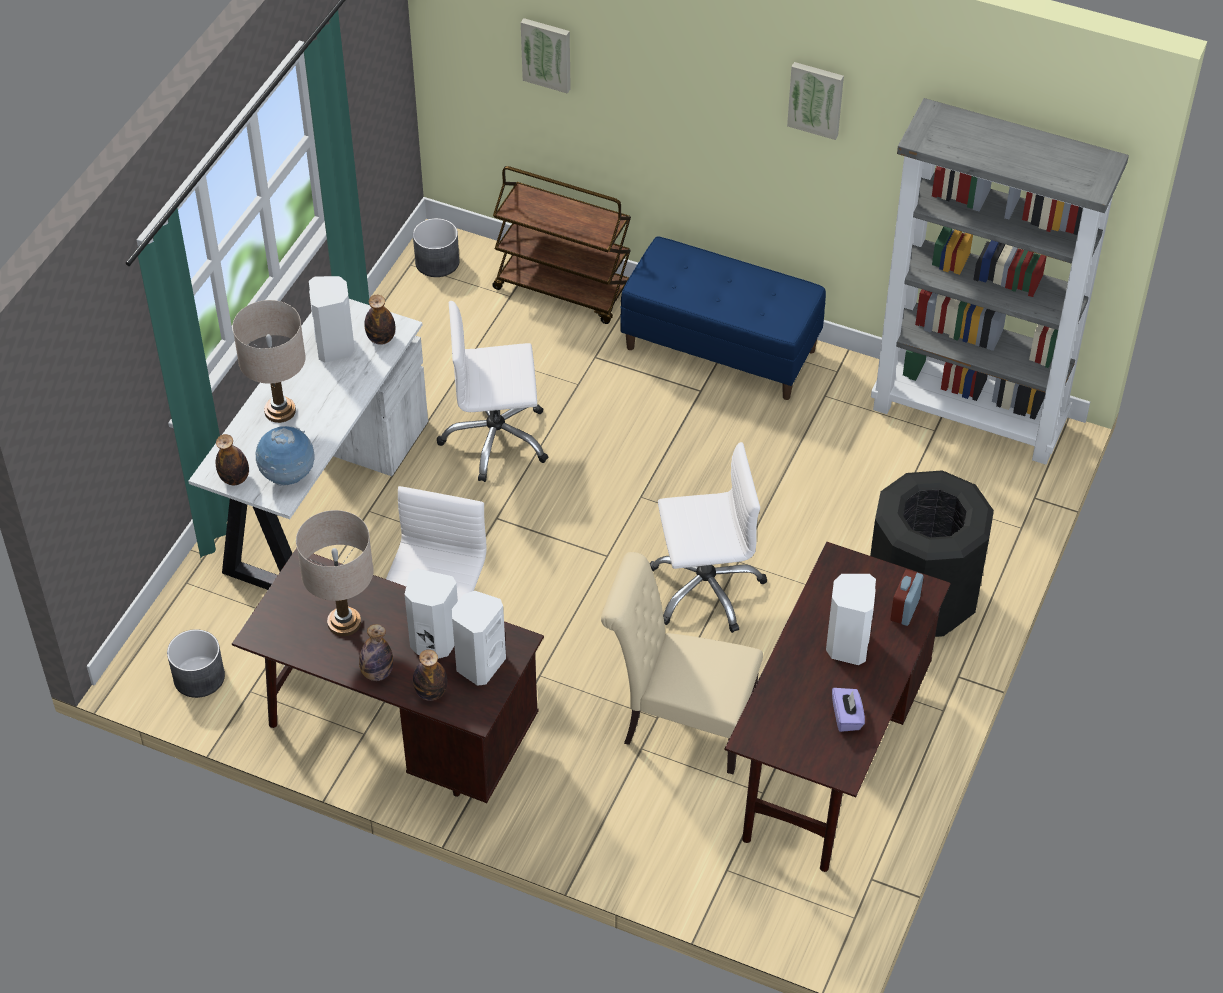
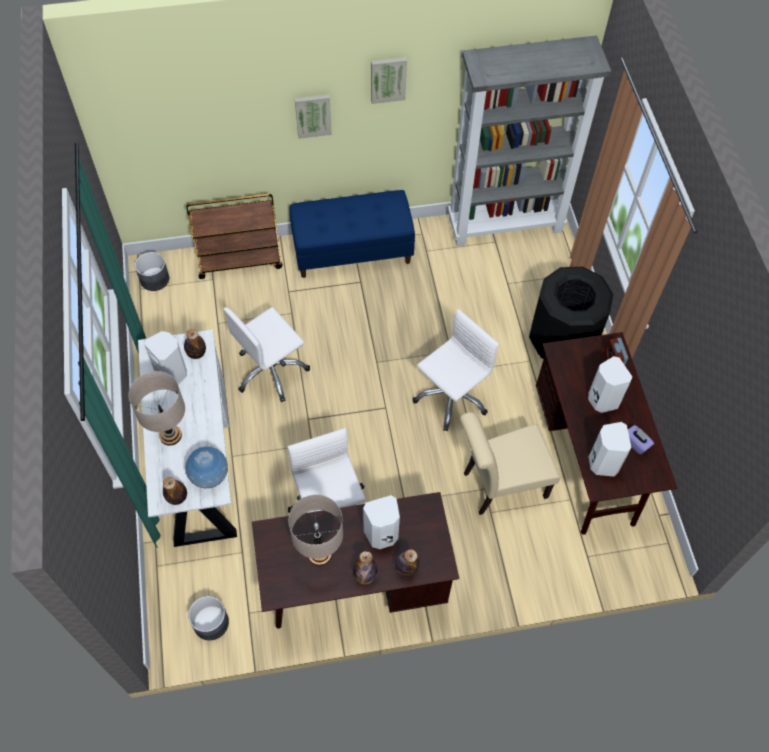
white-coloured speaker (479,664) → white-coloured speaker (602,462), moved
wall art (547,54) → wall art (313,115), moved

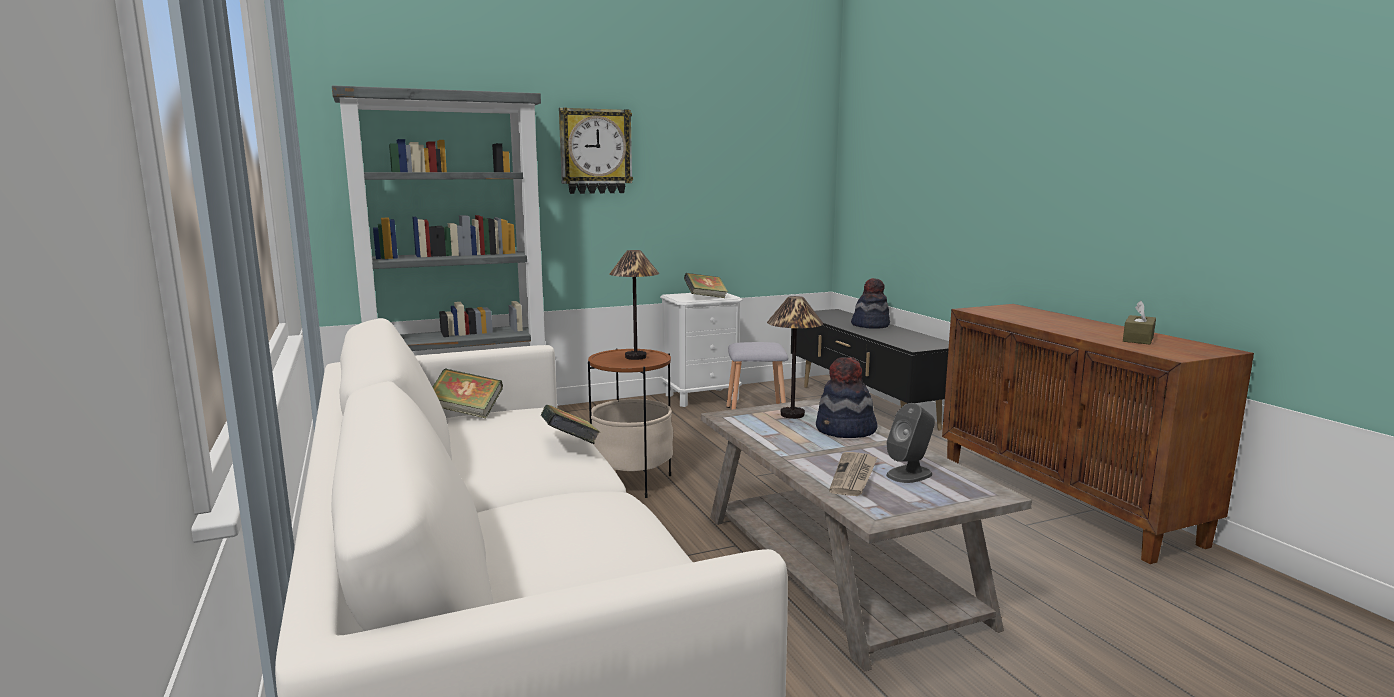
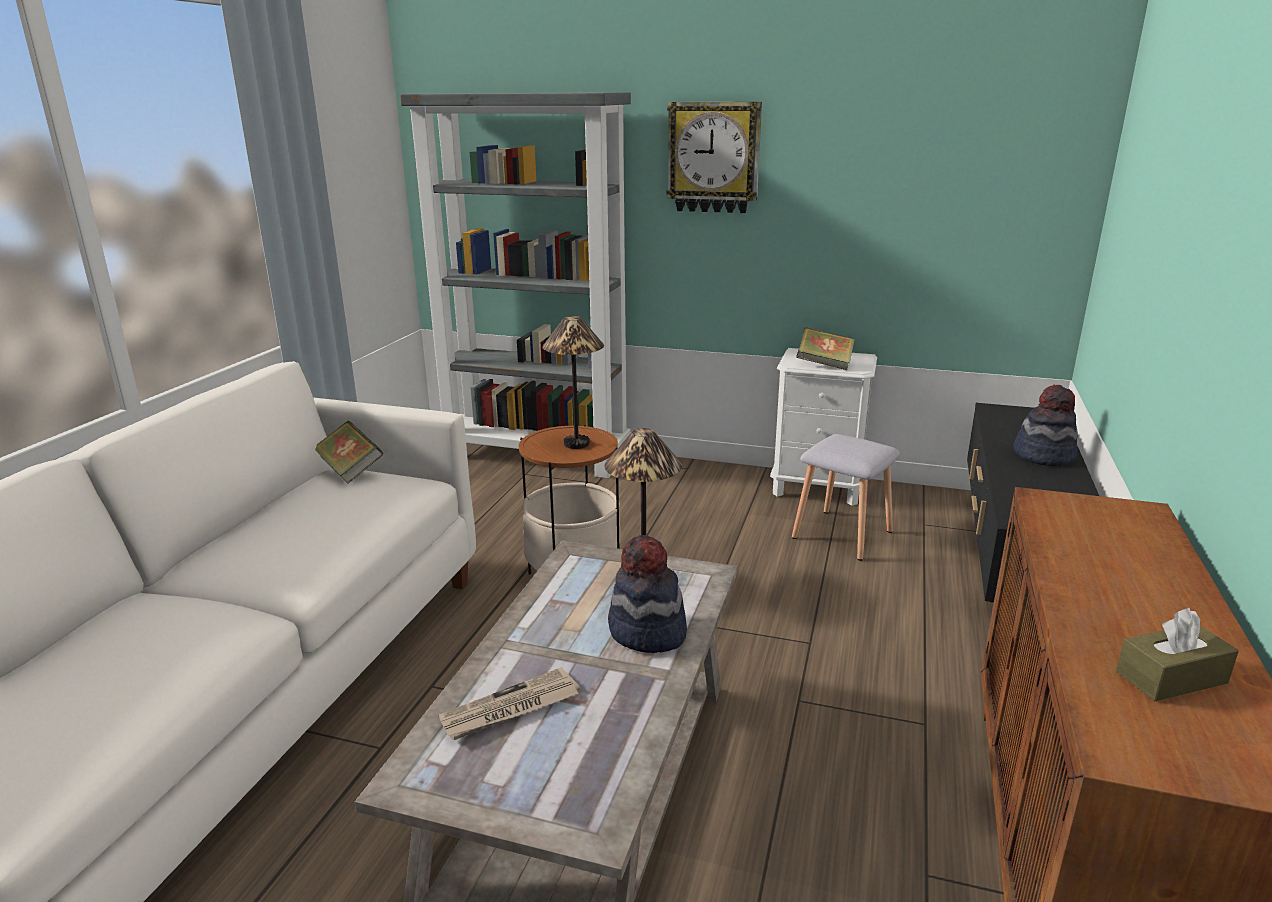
volume (570,446) → -
gray speaker (909,474) → -

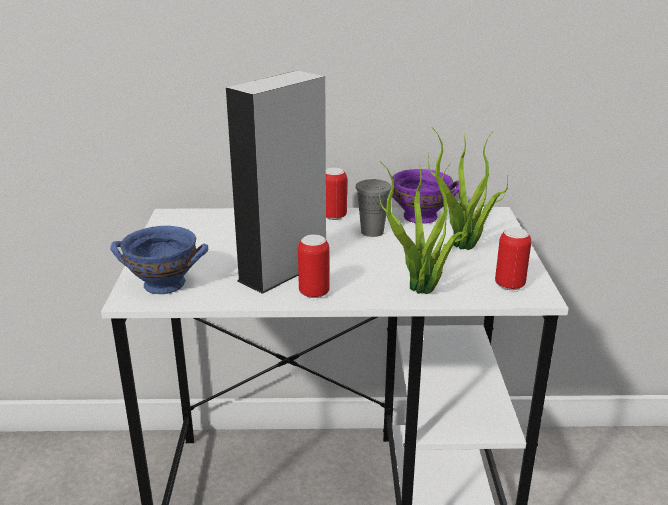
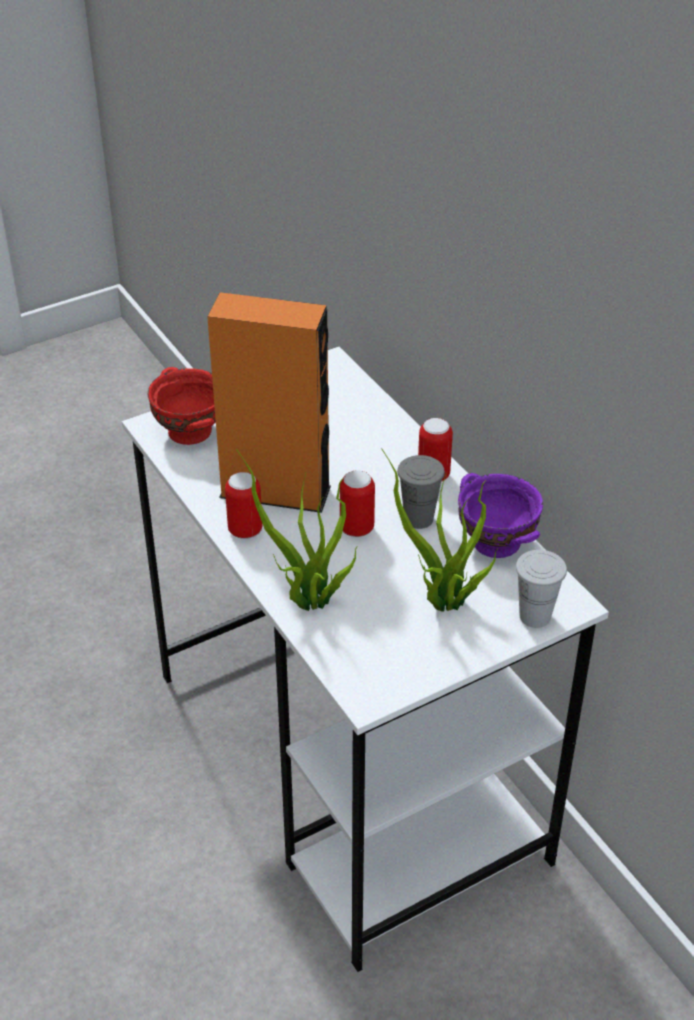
- → white-coloured small cup (535,616)
sealed can (509,285) → sealed can (357,528), moved
bluish deep dish (165,285) → red-coloured deep dish (189,433)
gray speaker (283,270) → orange-coloured speaker (275,491)

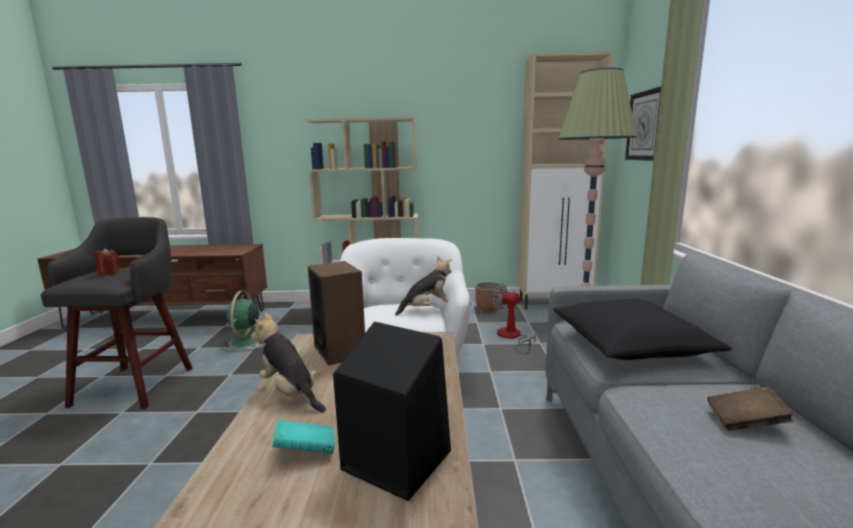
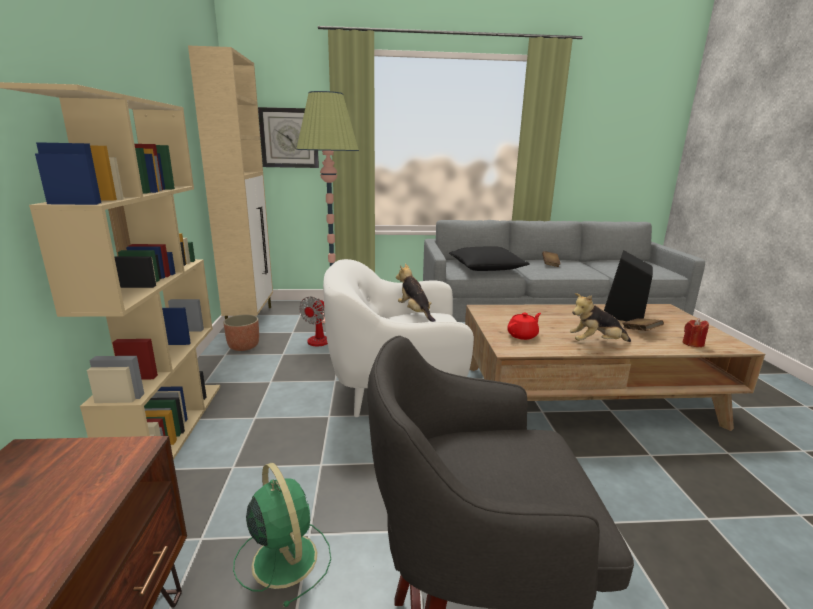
red-coloured wax light (109,273) → red-coloured wax light (692,344), moved
speaker (340,351) → red-coloured tea pot (523,335)
blue-green volume (305,451) → brown-coloured volume (640,332)
green-coloured fan (245,342) → green-coloured fan (283,557), 120 degrees counterclockwise
cuddly toy (290,393) → cuddly toy (596,343), 45 degrees clockwise

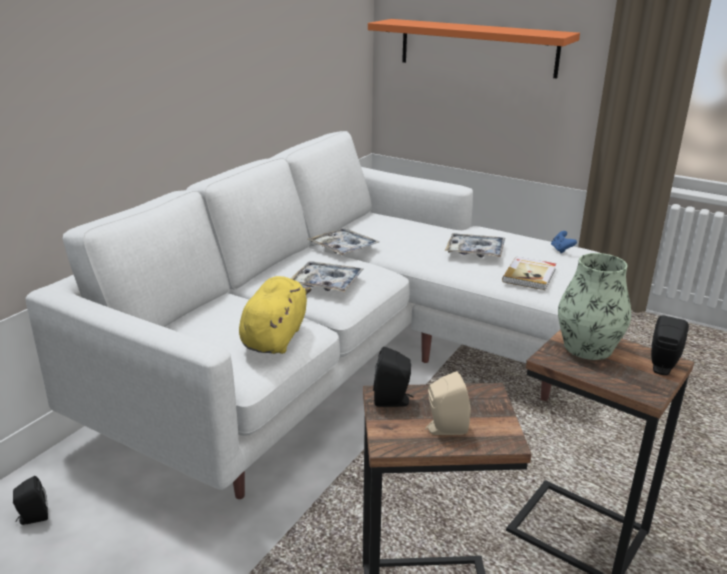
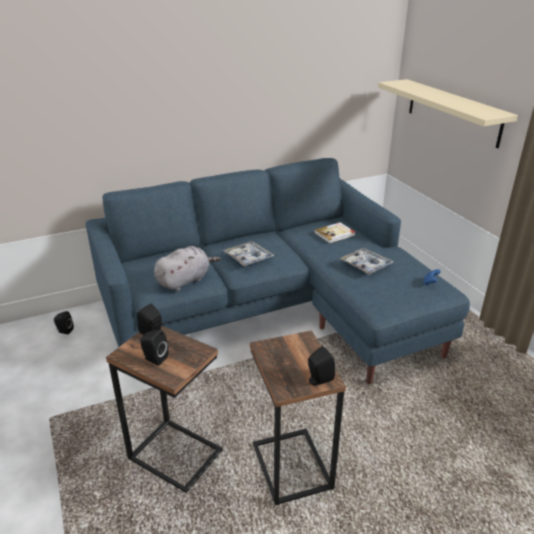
carrying tray (343,248) → -
vase (587,347) → -
volume (530,275) → volume (335,234), moved
white-coloured couch (344,363) → bluish couch (274,311)
yellow cuddly toy (275,337) → gray cuddly toy (185,280)
orange-coloured shelf (477,47) → sand-coloured shelf (453,112)
sand-coloured speaker (444,428) → blackish speaker (154,359)

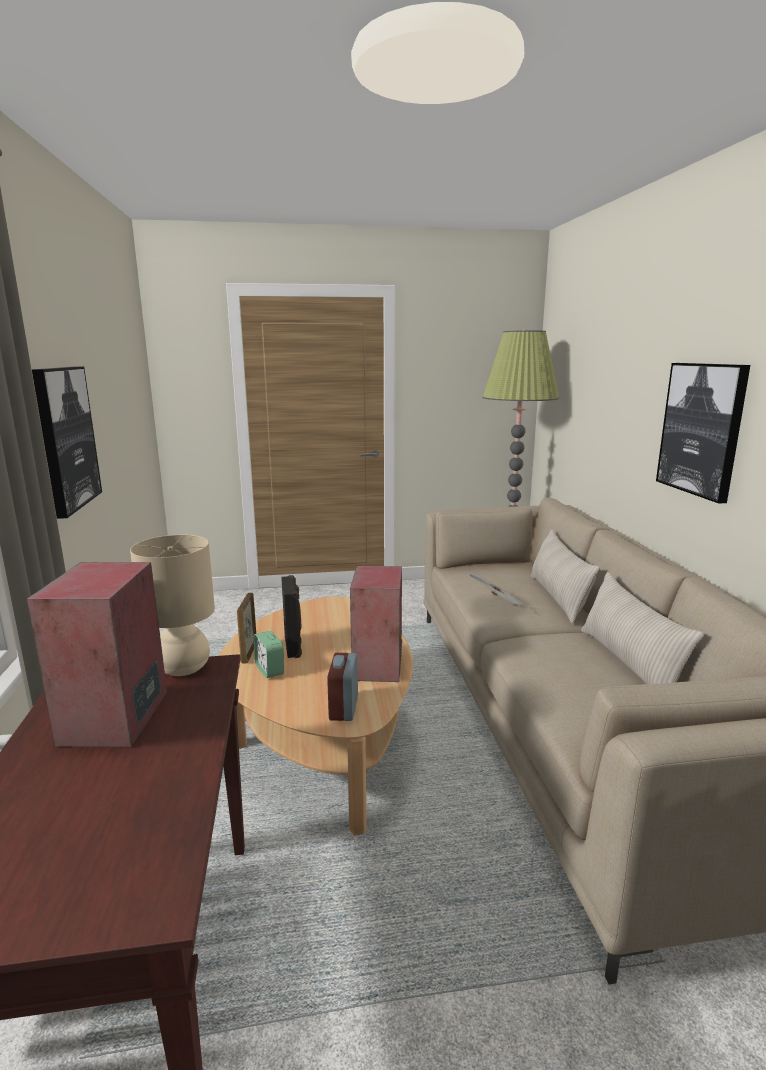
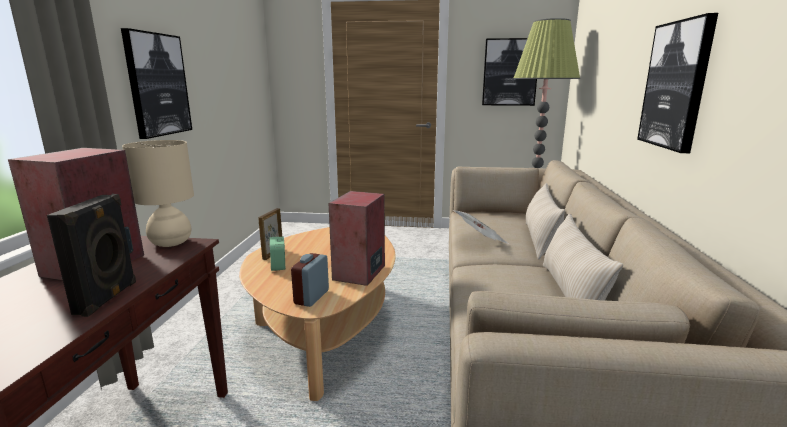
- → wall art (510,72)
blackish speaker (294,646) → blackish speaker (108,298), moved

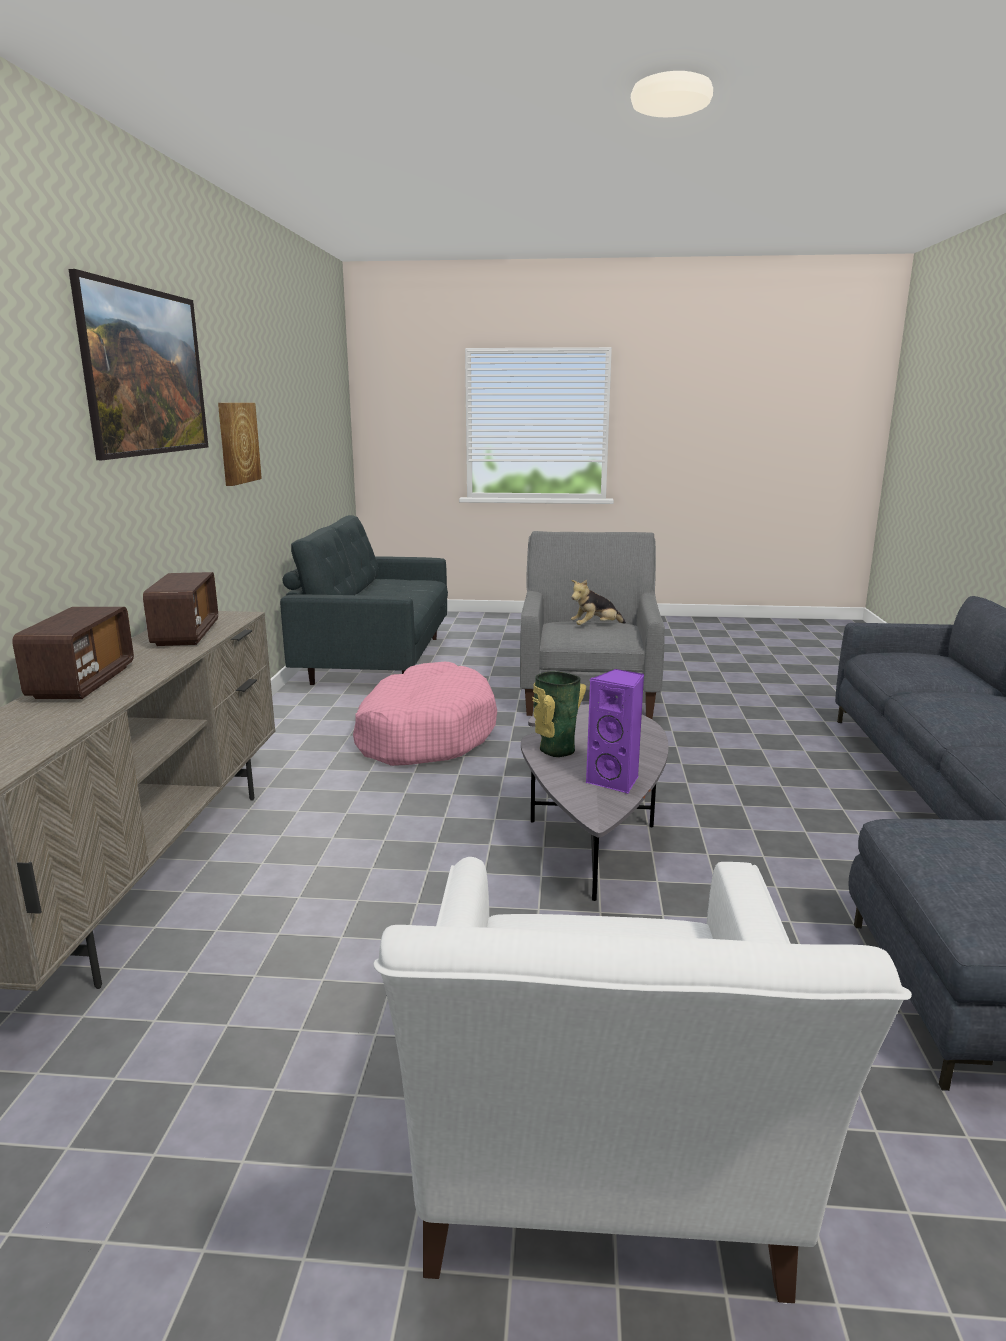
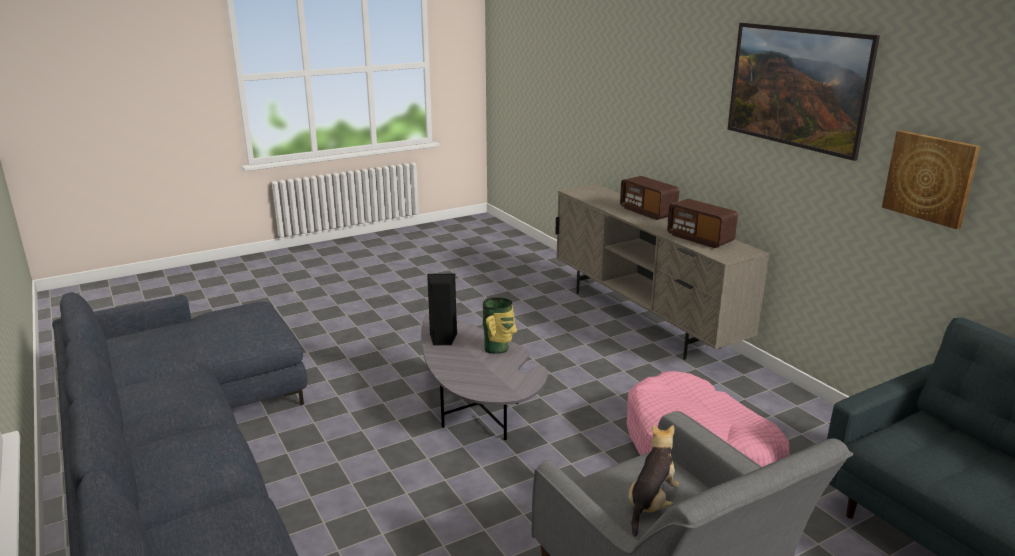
white-coloured easy chair (601,1180) → -
purple-coloured speaker (616,781) → blackish speaker (442,339)

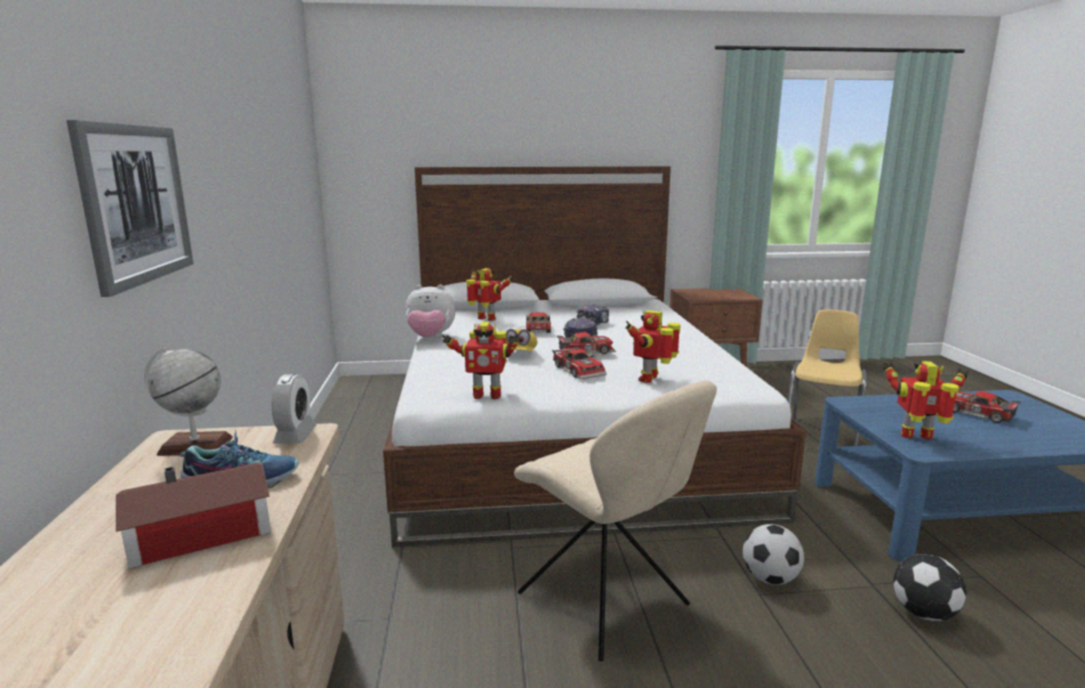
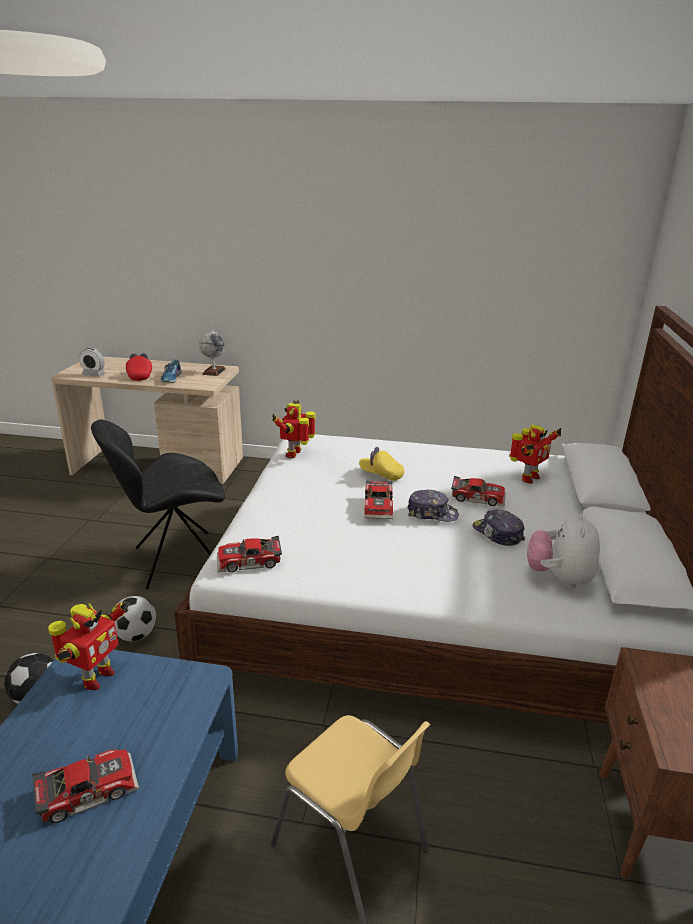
wall art (136,204) → -
robot figure (651,378) → -
bedside clock (295,436) → bedside clock (94,374), moved
cuddly toy (430,338) → cuddly toy (559,578), moved
miniature car (580,370) → miniature car (249,562), moved
model house (205,532) → red-coloured baseball cap (140,375)
sand-coloured plain chair (607,602) → blackish plain chair (175,560)

